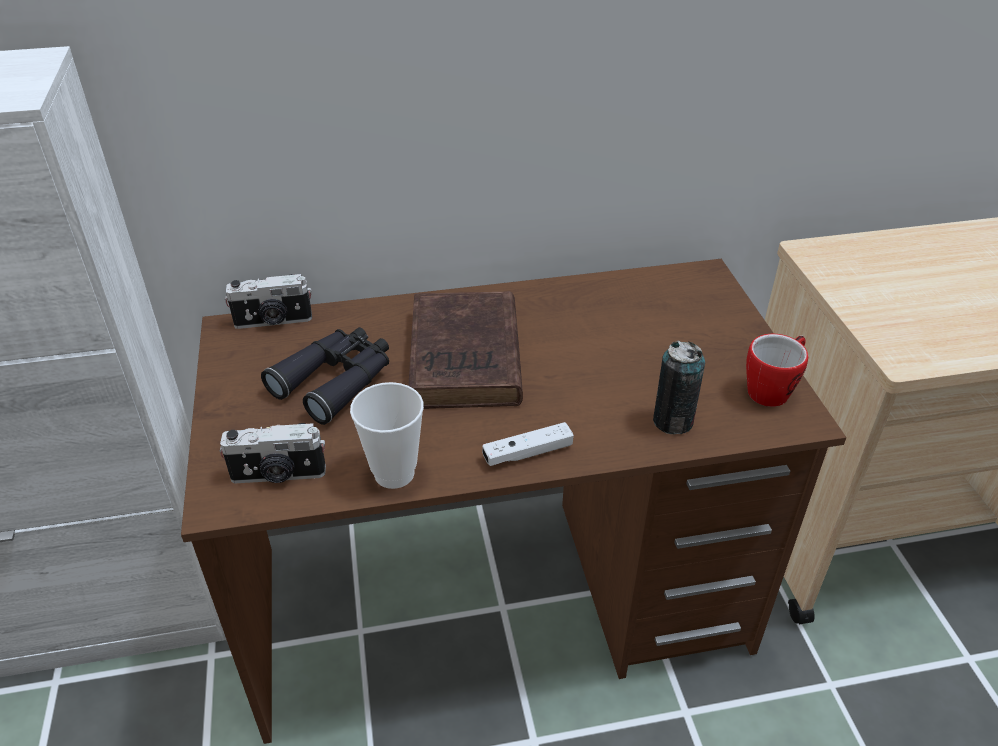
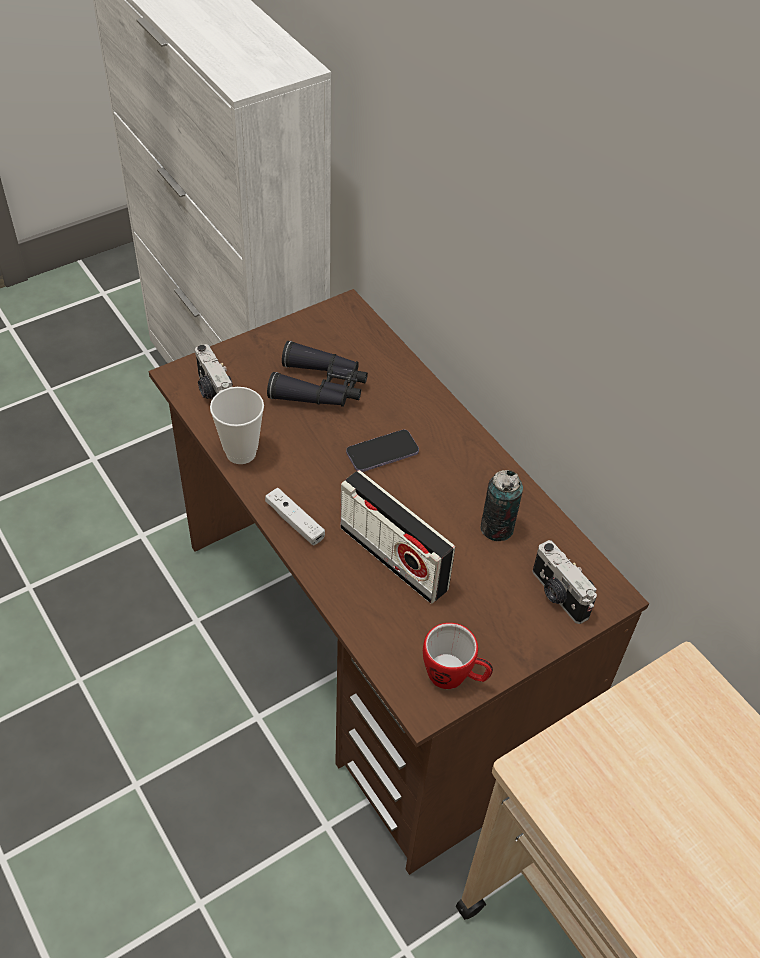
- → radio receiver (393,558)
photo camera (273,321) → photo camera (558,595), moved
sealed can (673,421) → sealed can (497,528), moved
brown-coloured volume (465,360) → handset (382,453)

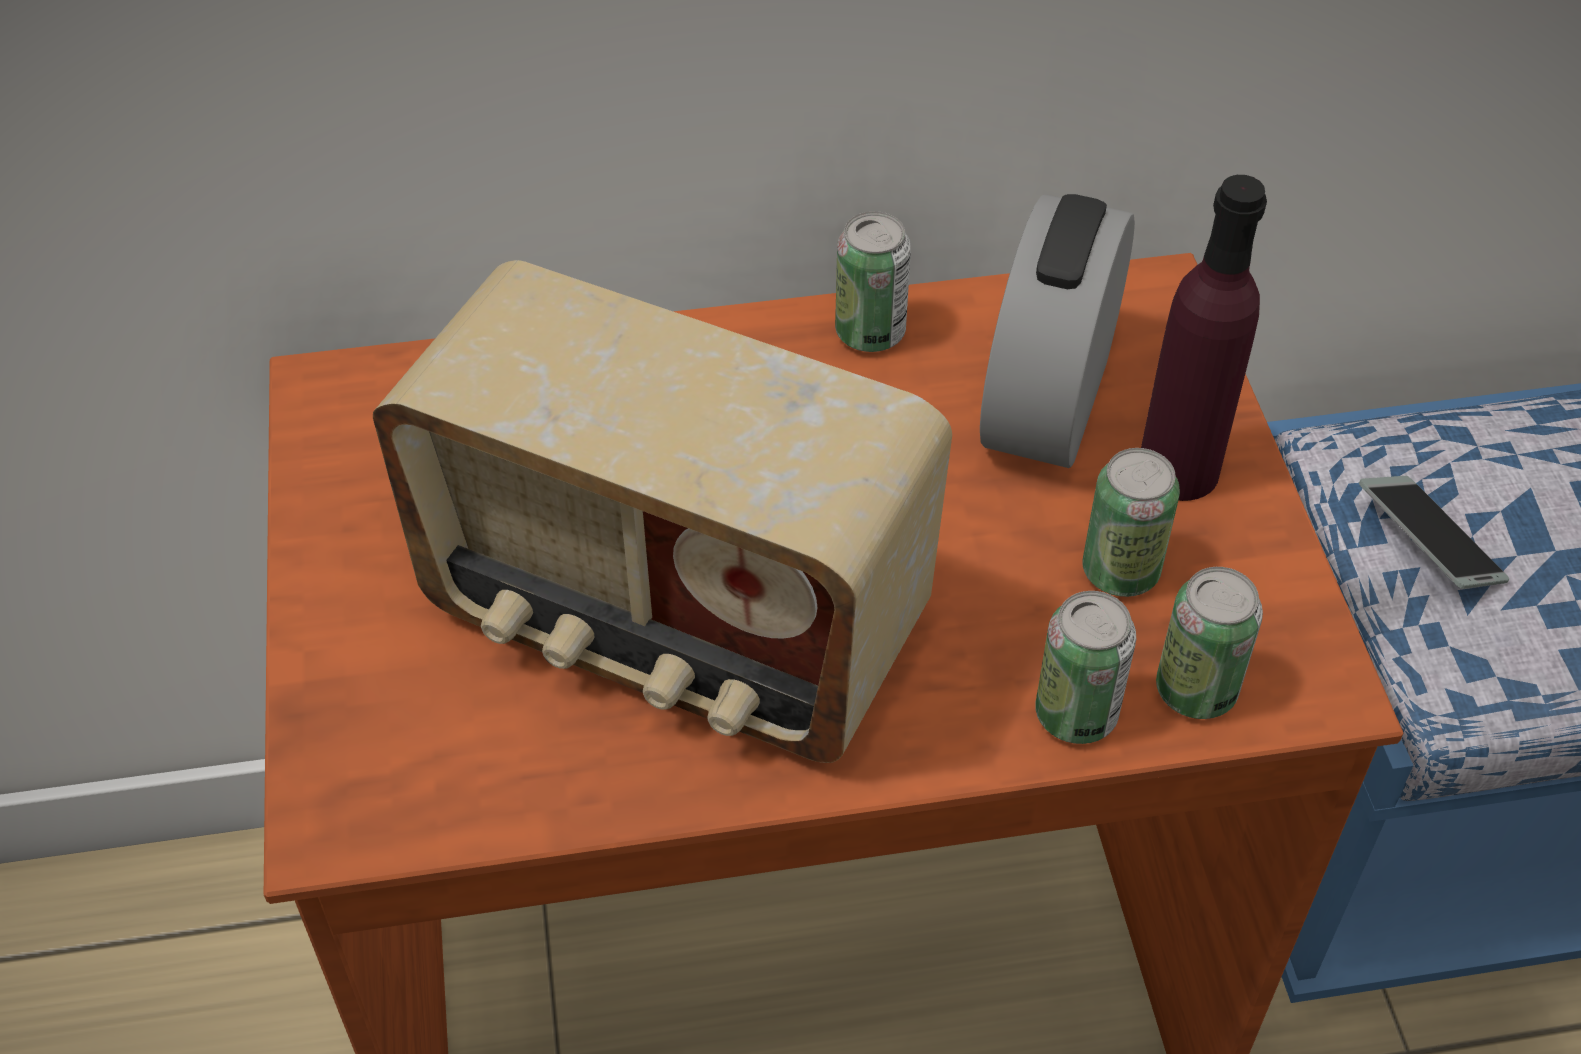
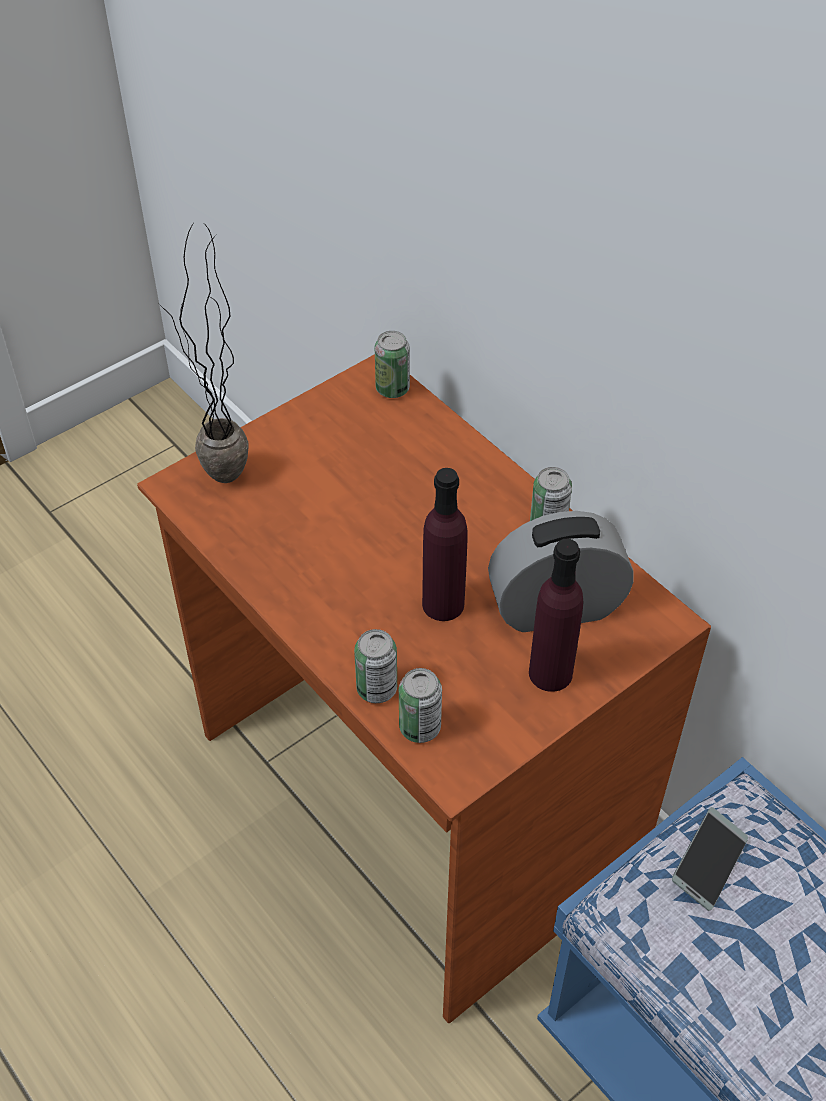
radio receiver (672,628) → -
- → plant in a pot (223,487)
- → purple-coloured beverage bottle (443,604)
sealed can (1120,571) → sealed can (392,389), moved

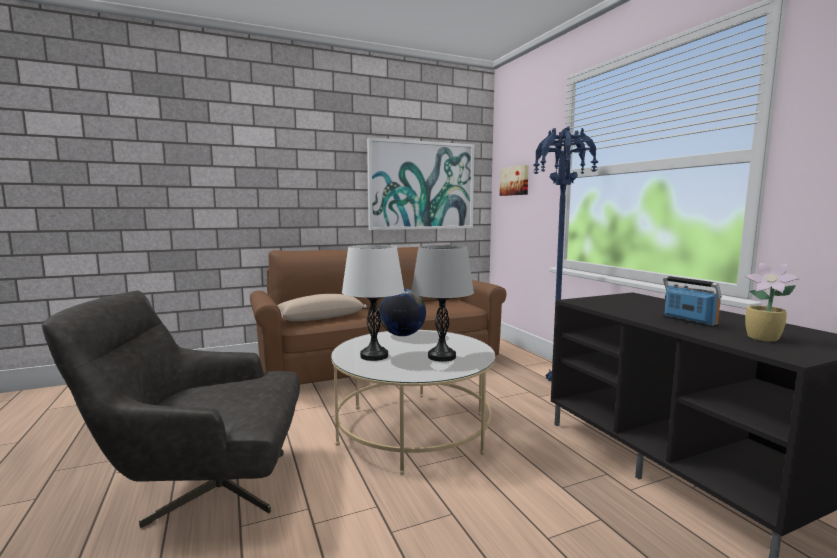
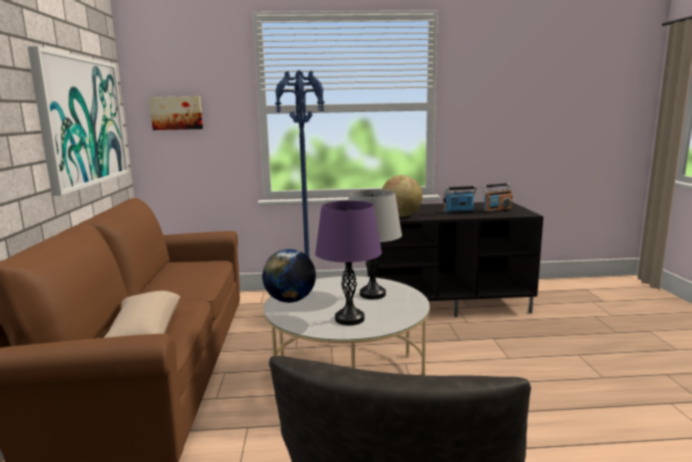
- → world globe (401,216)
plant in a pot (764,339) → radio receiver (497,210)
white-coloured tabletop lamp (374,356) → purple-coloured tabletop lamp (349,319)

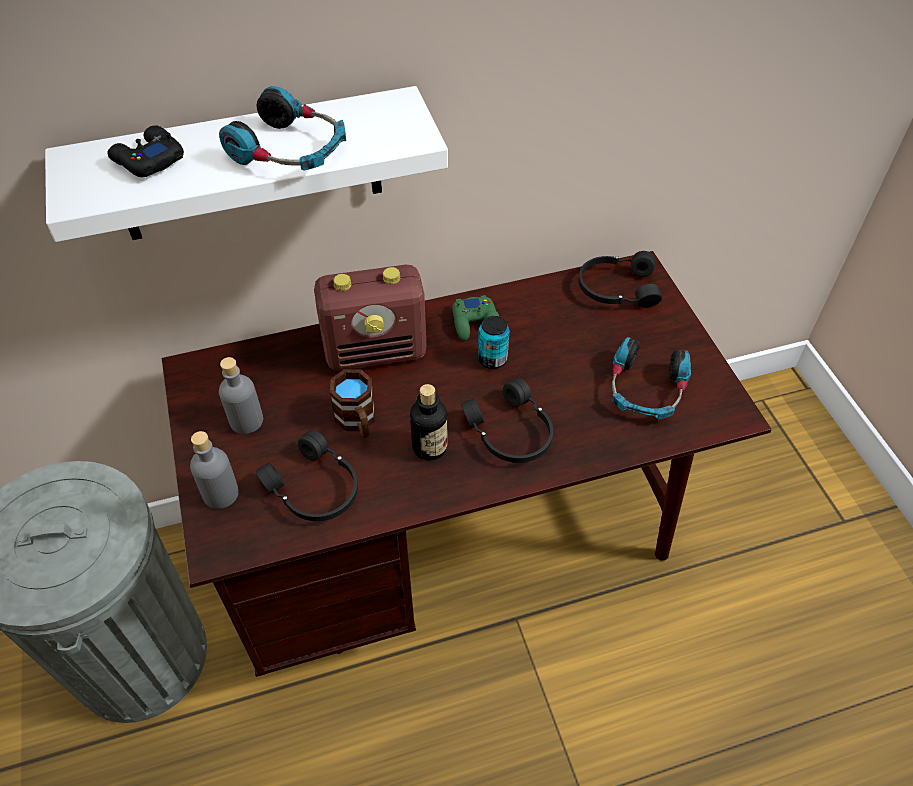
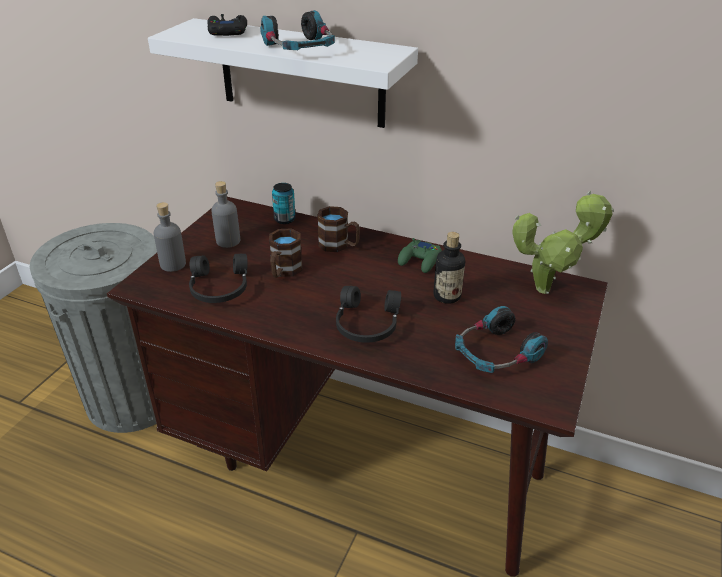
beverage bottle (429,447) → beverage bottle (447,296), moved
sealed can (492,359) → sealed can (284,219), moved
radio receiver (376,352) → brown-coloured mug (339,246)
blackish pair of headphones (616,288) → plant in a pot (548,289)

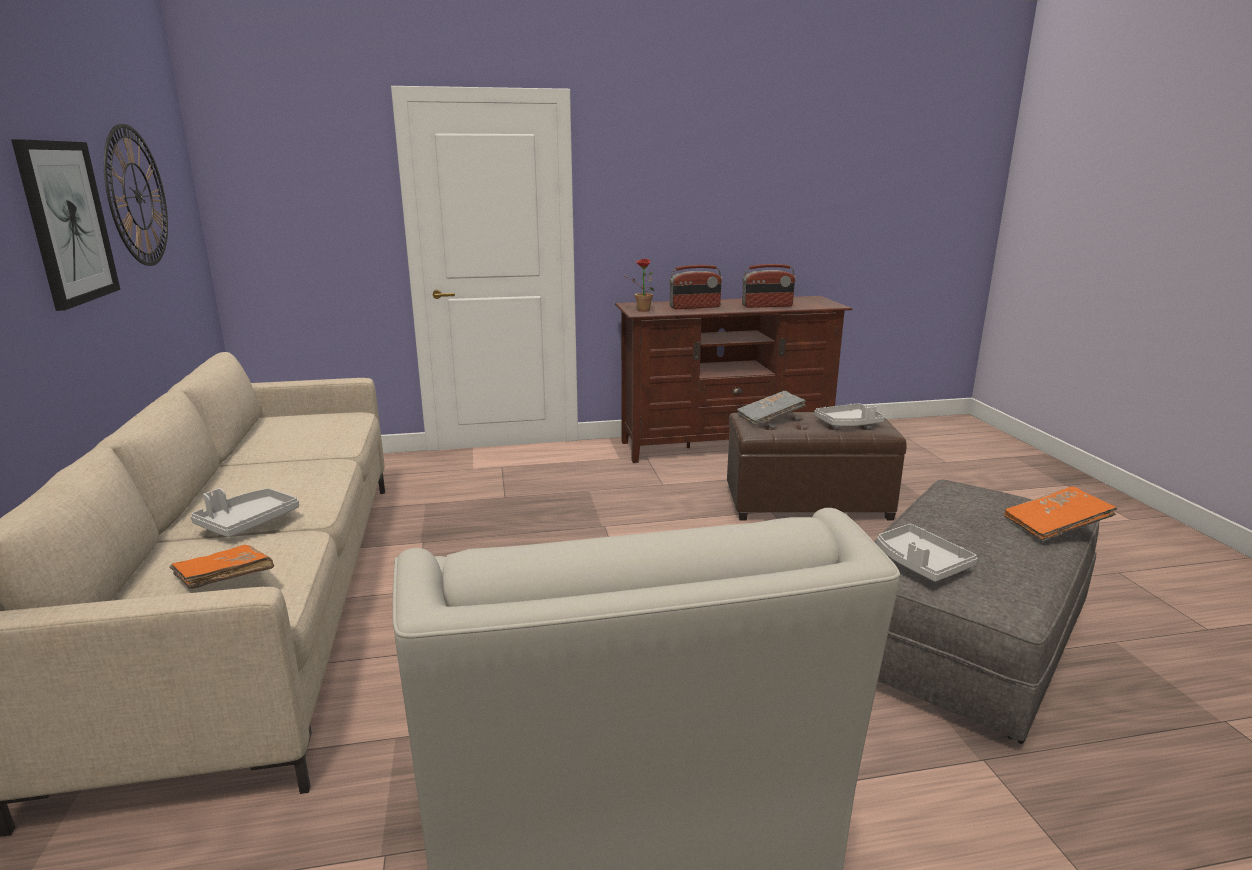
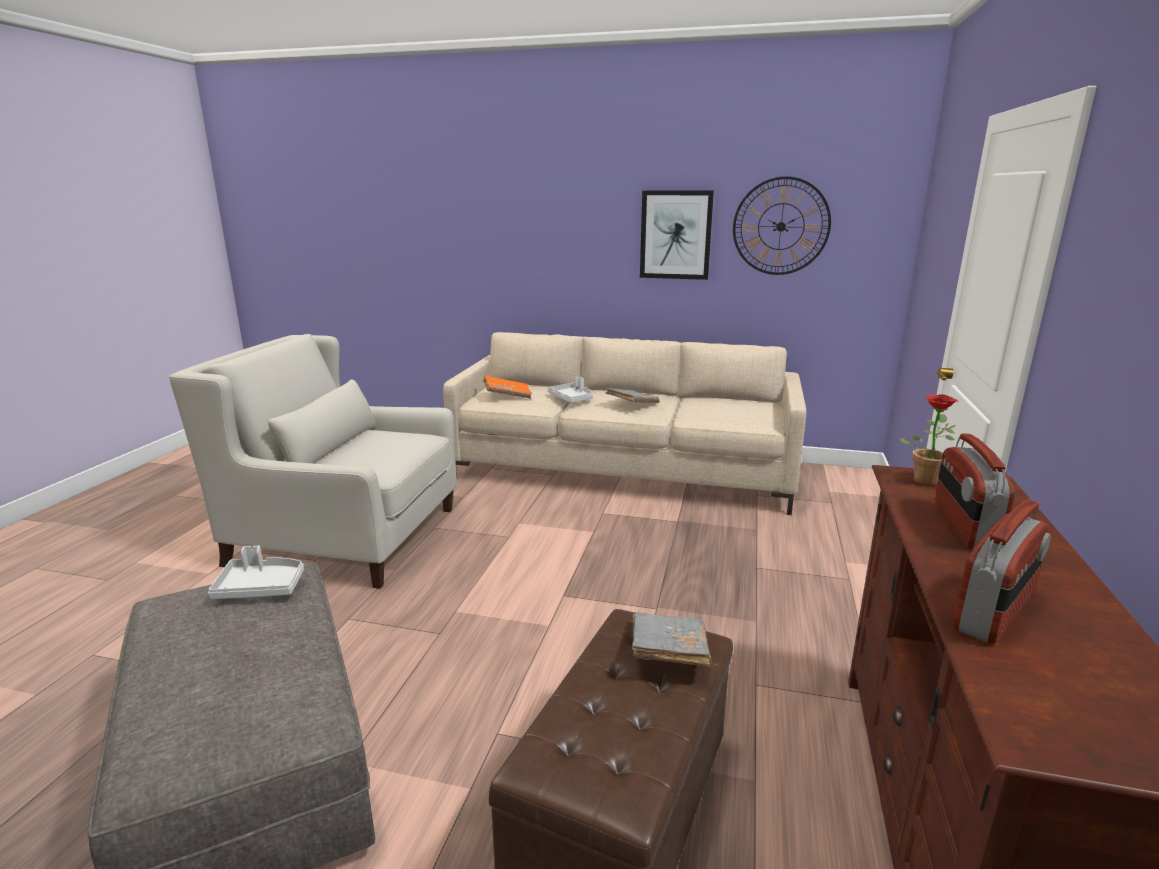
gray carrying tray (848,423) → -
orange-coloured volume (1055,526) → -
- → gray volume (632,404)
radio receiver (767,306) → radio receiver (995,612), 150 degrees counterclockwise

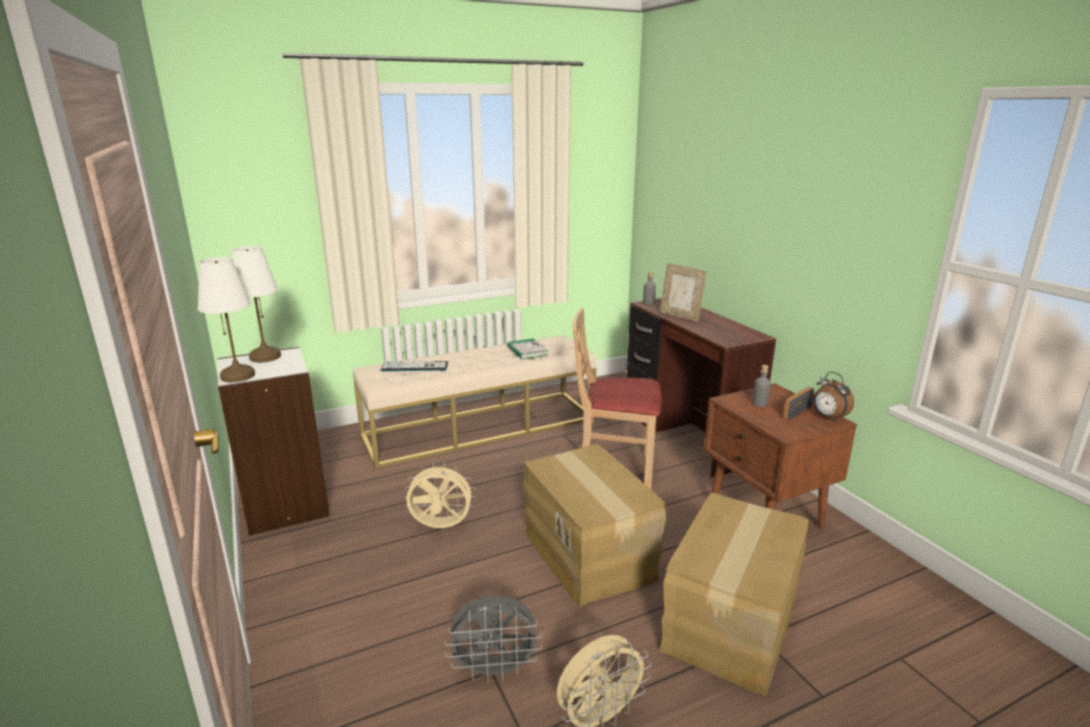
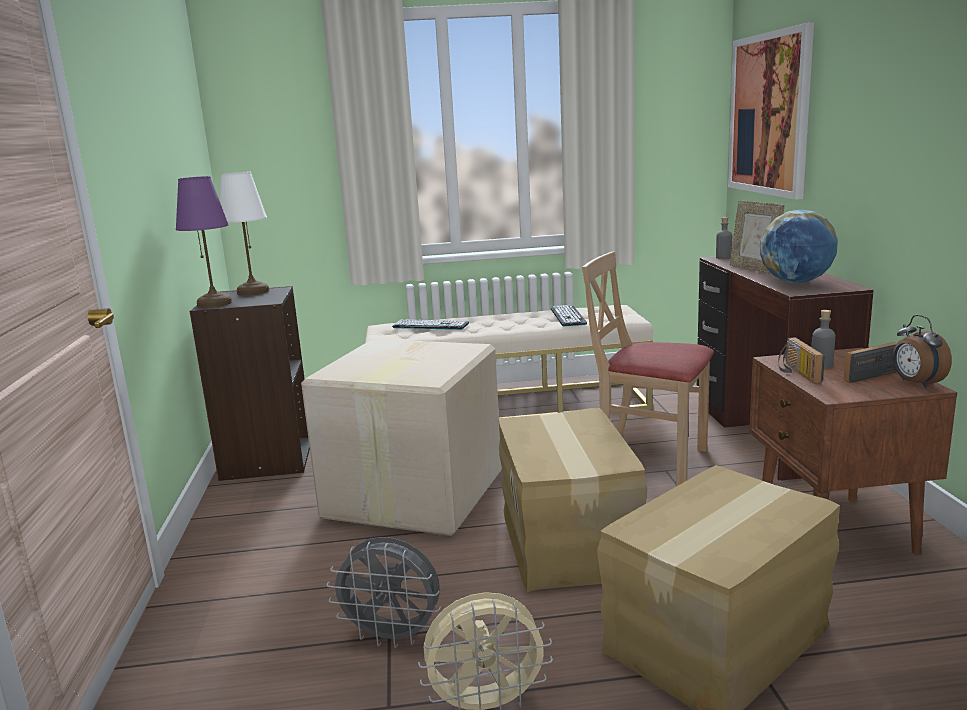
- → wall art (769,114)
- → world globe (796,282)
- → radio receiver (796,373)
sand-coloured fan (440,527) → packing box (411,495)
volume (527,351) → keyboard (568,316)
white-coloured tabletop lamp (238,375) → purple-coloured tabletop lamp (215,303)
white-coloured shelving unit (284,505) → blackish shelving unit (266,459)

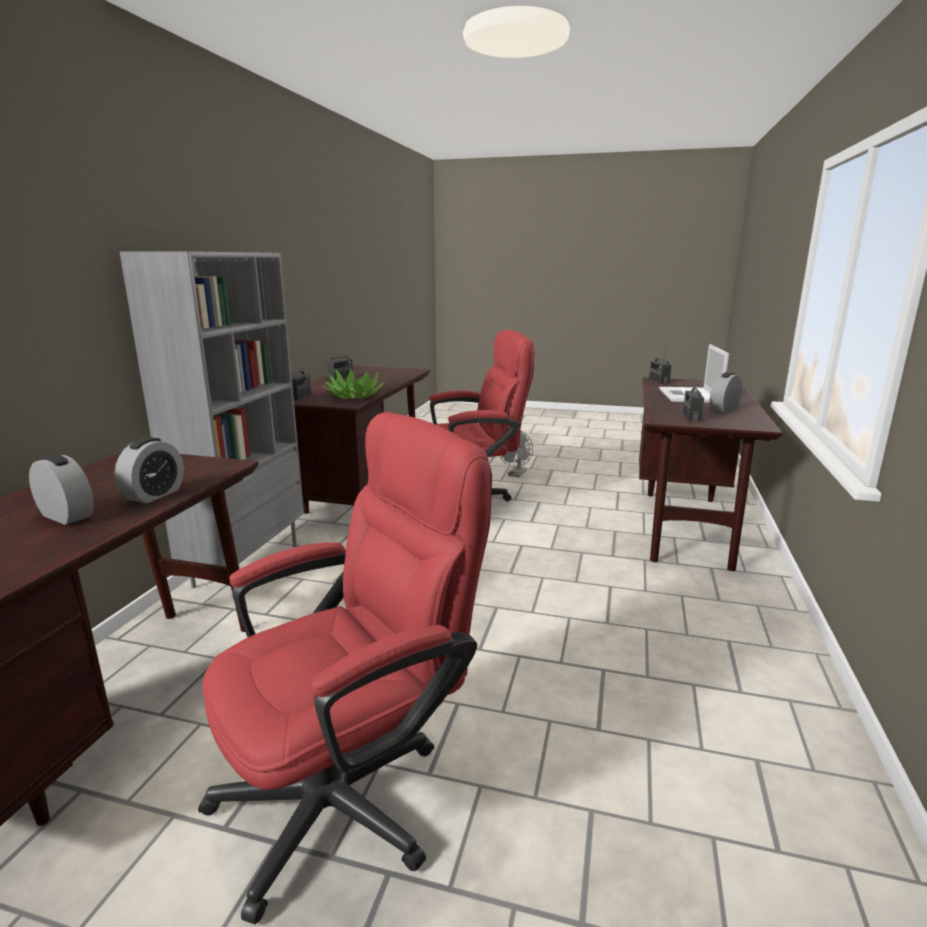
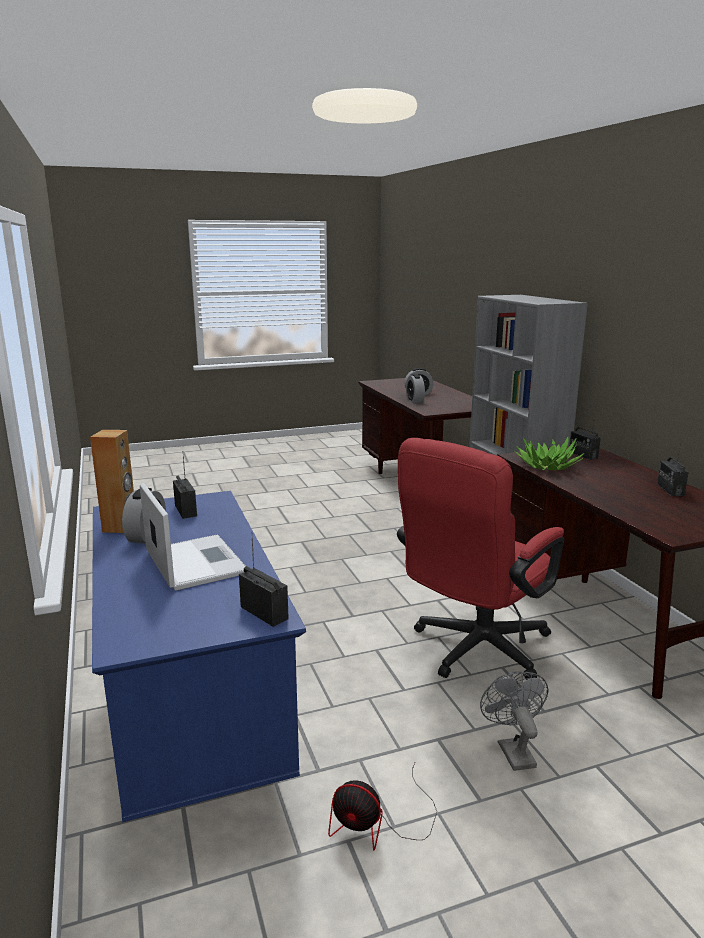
red-coloured office chair (352,793) → -
- → brown-coloured speaker (120,527)
- → fan (379,823)
brown-coloured desk table (684,522) → bluish desk table (193,724)

